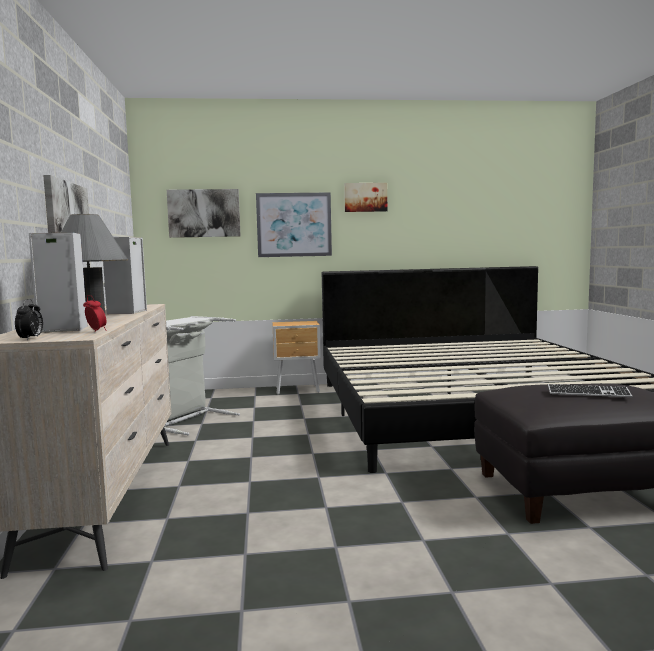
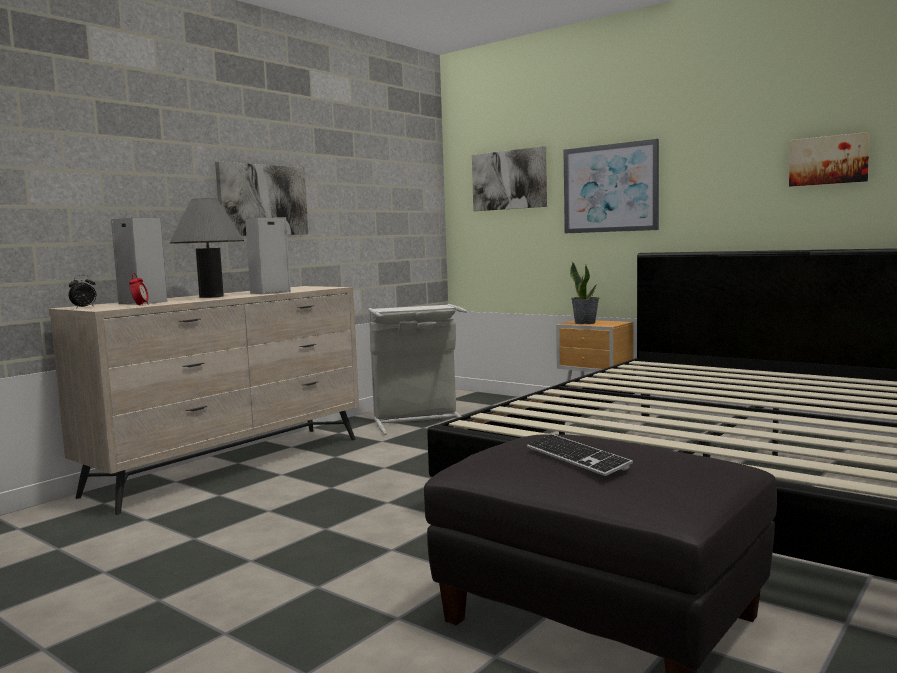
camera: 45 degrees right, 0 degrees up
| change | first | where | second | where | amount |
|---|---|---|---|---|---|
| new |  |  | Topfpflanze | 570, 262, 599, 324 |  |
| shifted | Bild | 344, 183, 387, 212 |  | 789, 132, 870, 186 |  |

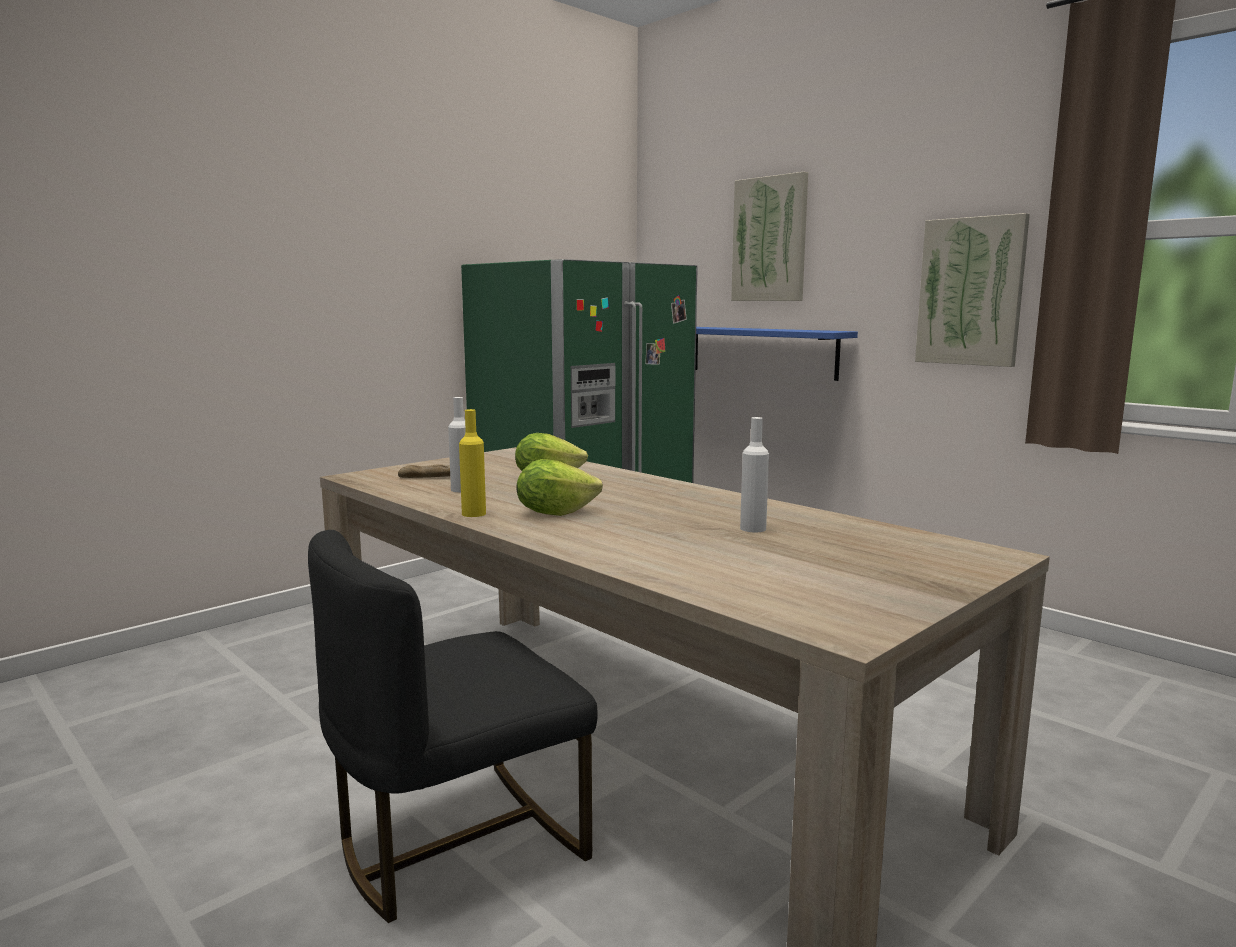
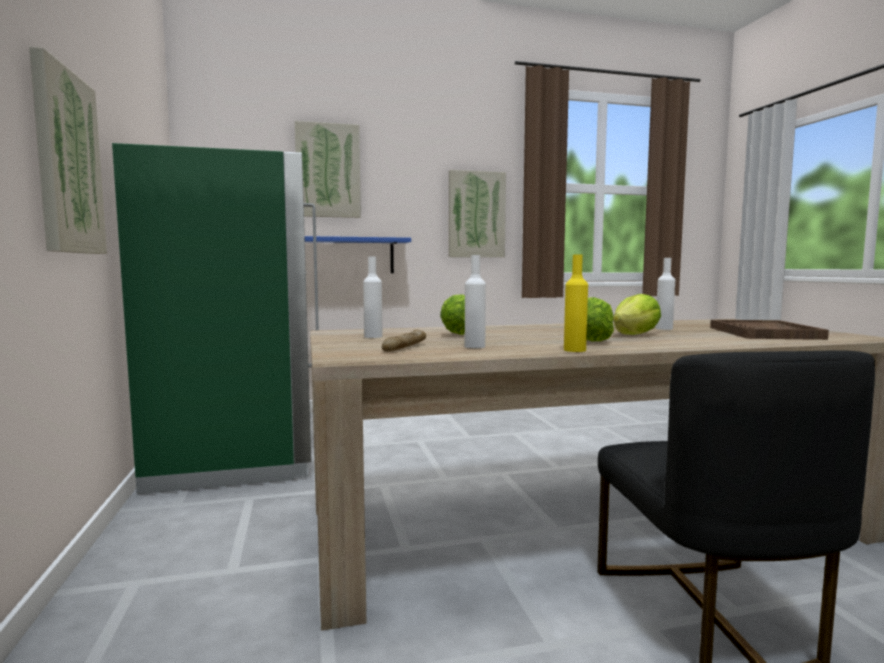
camera: 60 degrees left, 5 degrees down
| change | first | where | second | where | amount |
|---|---|---|---|---|---|
| new |  |  | Bild | 29, 47, 107, 254 |  |
| new |  |  | Flasche [weiß] | 363, 257, 383, 338 |  |
| new |  |  | Salatkopf | 613, 294, 661, 335 |  |
| new |  |  | Tablett [braun] | 710, 320, 829, 340 |  |

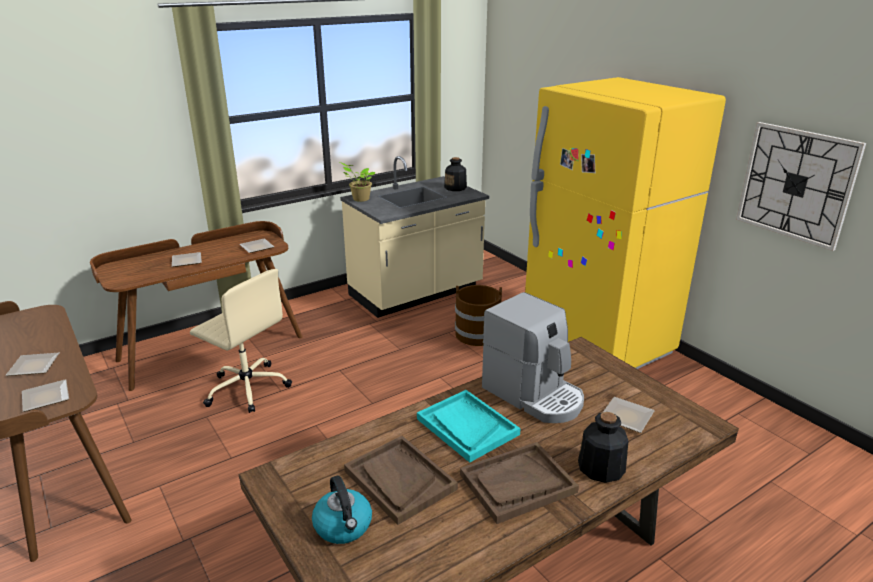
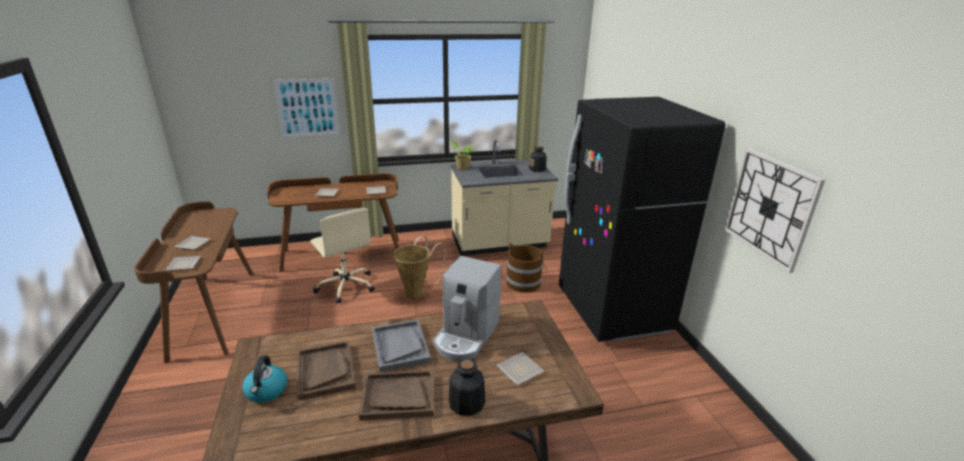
camera: 20 degrees right, 0 degrees up
| change | first | where | second | where | amount |
|---|---|---|---|---|---|
| new |  |  | Bild | 273, 79, 339, 137 |  |
| repainted | Tablett [türkis] | 417, 390, 521, 463 | Tablett [grau] | 372, 320, 431, 372 |  |
| new |  |  | Korb | 393, 236, 446, 300 |  |
| rotated | Kaffeemaschine | 482, 292, 584, 423 |  | 433, 256, 501, 361 | 45 degrees clockwise |
| repainted | Kühlschrank [gelb] | 525, 77, 726, 369 | Kühlschrank [schwarz] | 559, 97, 725, 342 |  |

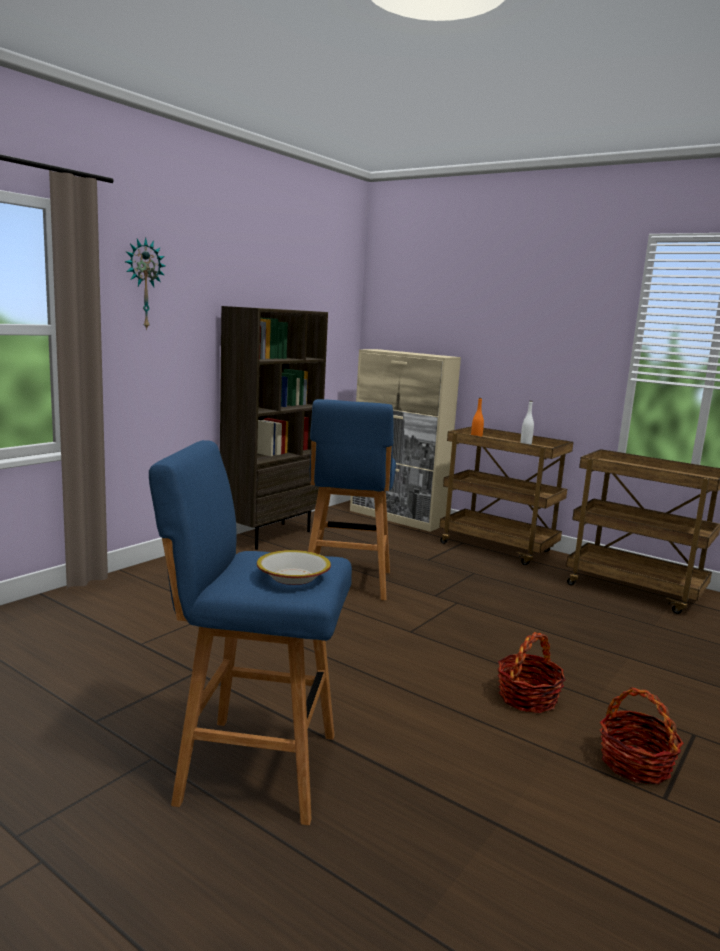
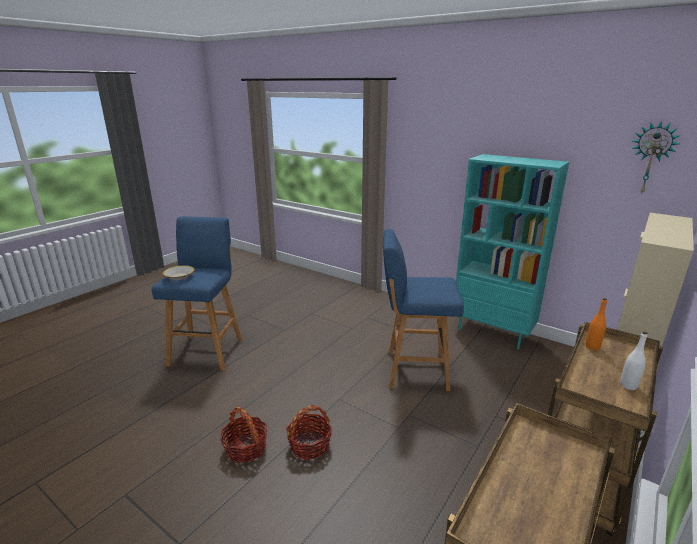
camera: 90 degrees right, 10 degrees up
| change | first | where | second | where | amount |
|---|---|---|---|---|---|
| shifted | Korb | 600, 687, 684, 784 |  | 286, 405, 332, 460 |  |
| repainted | Bücherregal [braun] | 220, 306, 328, 550 | Bücherregal [türkis] | 456, 154, 569, 350 |  |
| shifted | Wanduhr | 124, 237, 165, 330 |  | 632, 121, 681, 195 |  |

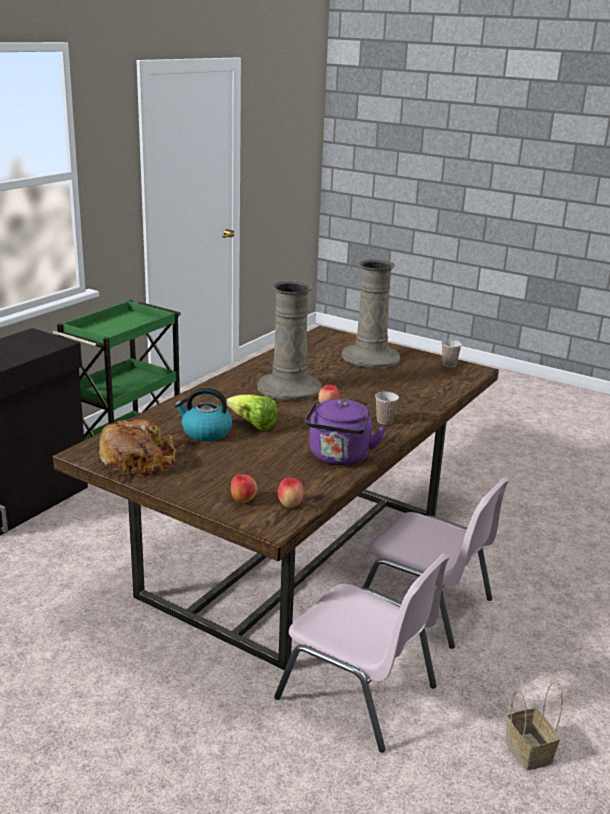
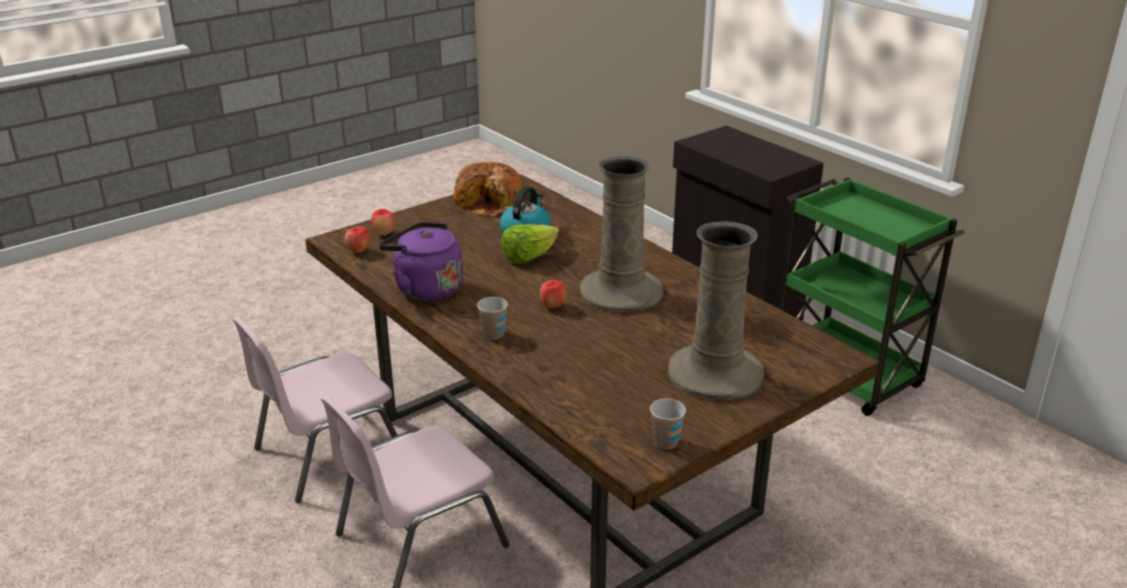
camera: 110 degrees right, 5 degrees up
| change | first | where | second | where | amount |
|---|---|---|---|---|---|
| gone | Korb | 505, 681, 563, 770 |  |  |  |

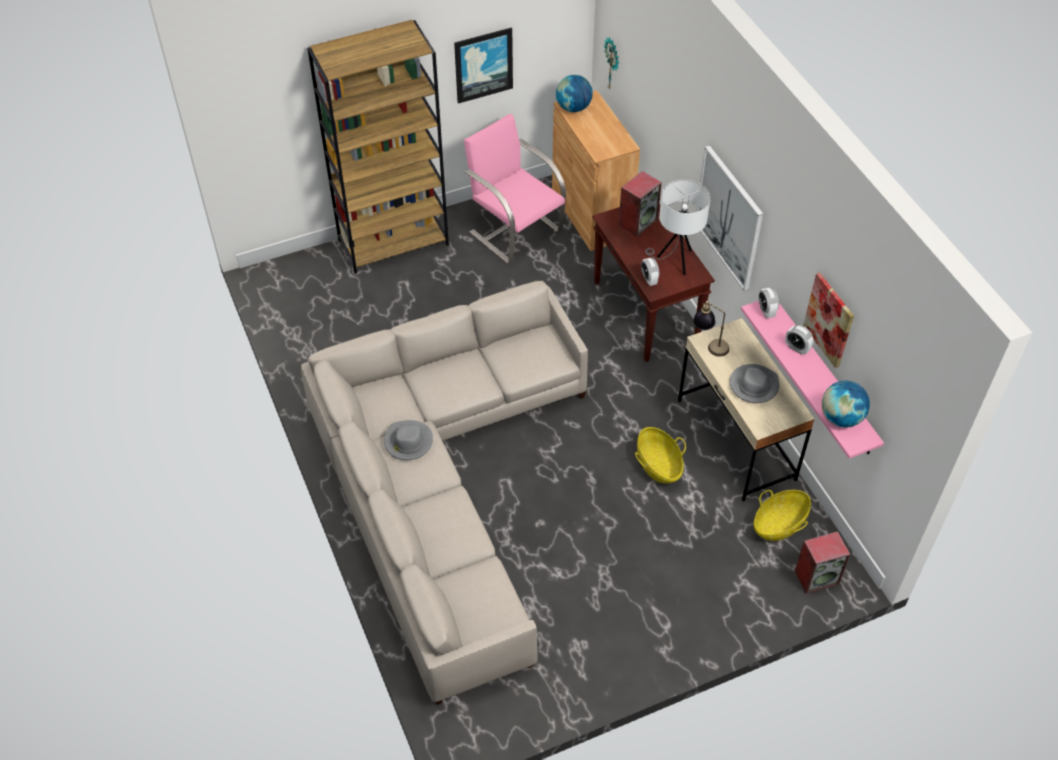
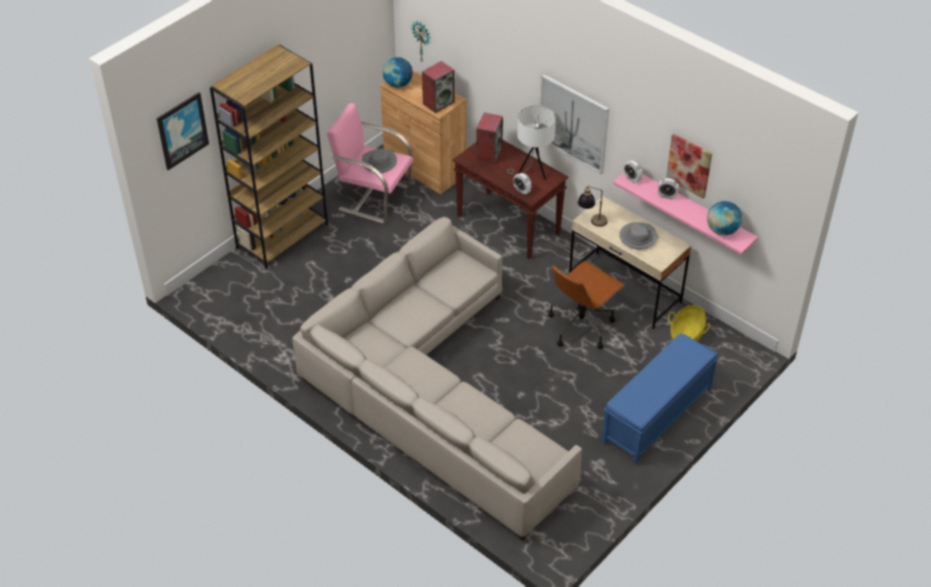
camera: 25 degrees left, 5 degrees down
| change | first | where | second | where | amount |
|---|---|---|---|---|---|
| shifted | Bild | 454, 28, 513, 104 |  | 157, 92, 209, 170 |  |
| shifted | Hut [grau] | 384, 420, 433, 460 |  | 362, 149, 397, 173 |  |
| shifted | Lautsprecher | 795, 531, 850, 594 |  | 422, 61, 455, 113 |  |
| swapped | Korb | 635, 427, 686, 484 | Bürostuhl [braun] | 548, 261, 625, 349 |  |
| new |  |  | Bank [blau] | 601, 334, 719, 465 |  |

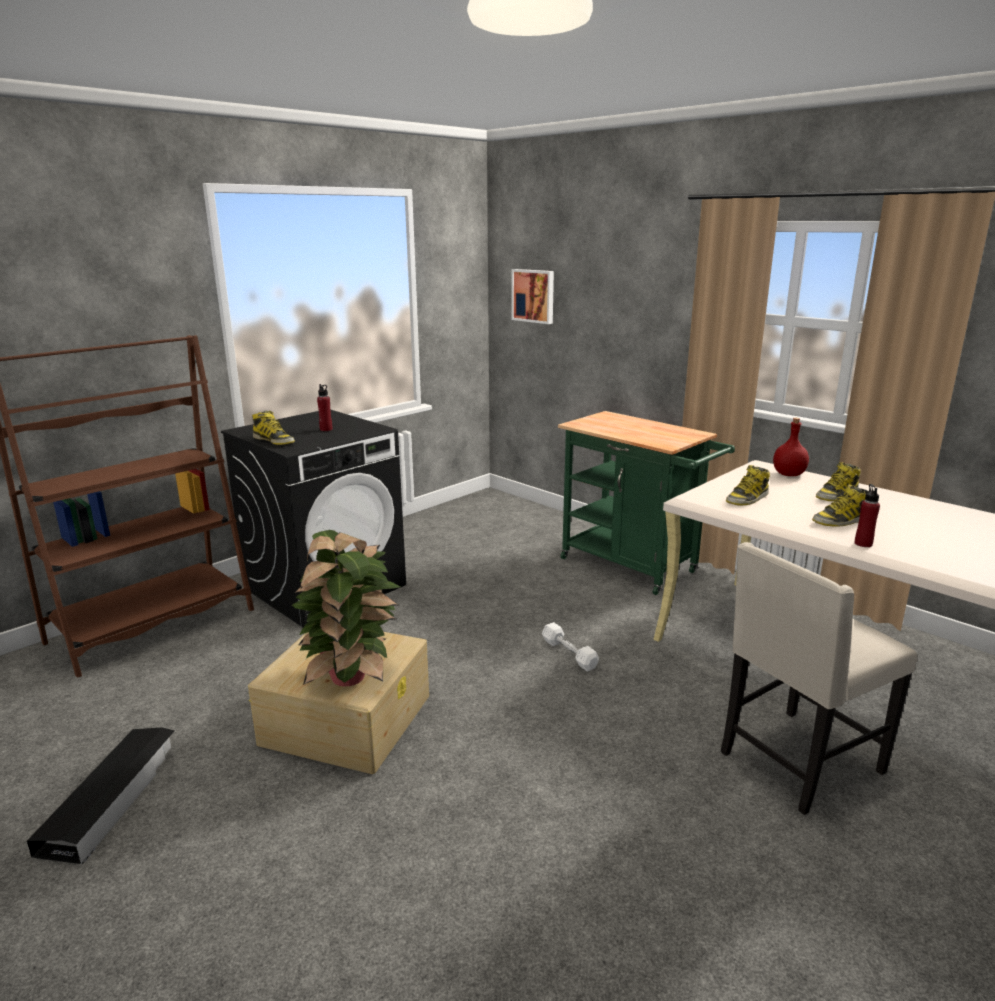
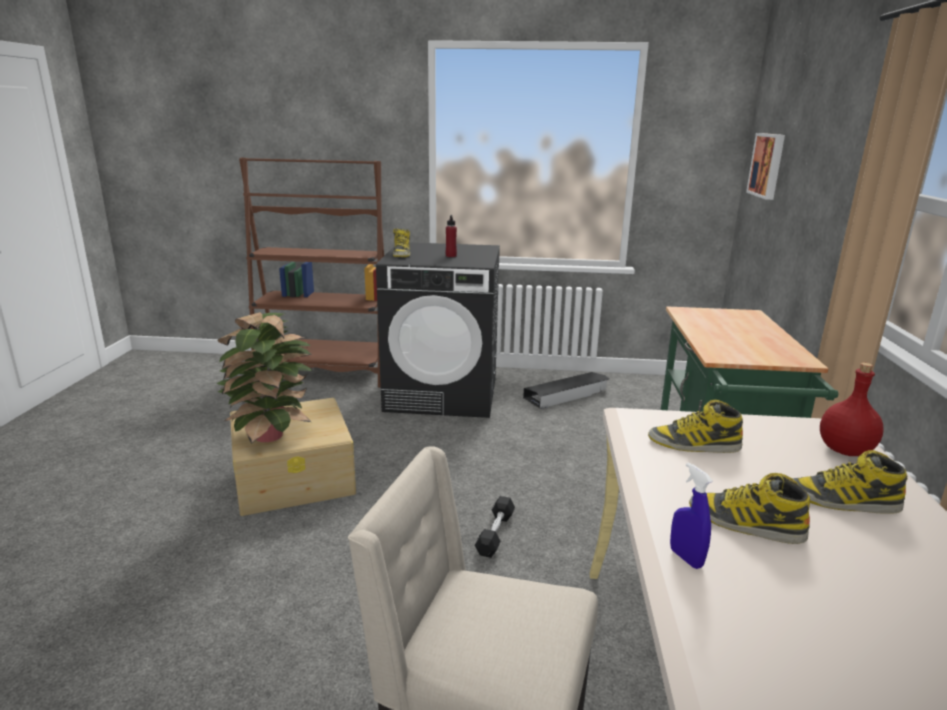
camera: 50 degrees right, 0 degrees up
| change | first | where | second | where | amount |
|---|---|---|---|---|---|
| repainted | Hantel [weiß] | 542, 622, 599, 671 | Hantel [schwarz] | 475, 496, 515, 558 |  |
| shifted | Aufbewahrungsbox [schwarz] | 27, 728, 174, 865 |  | 523, 372, 609, 409 |  |
| swapped | Flasche [rot] | 855, 484, 880, 547 | Sprühflasche [blau] | 670, 462, 713, 569 |  |

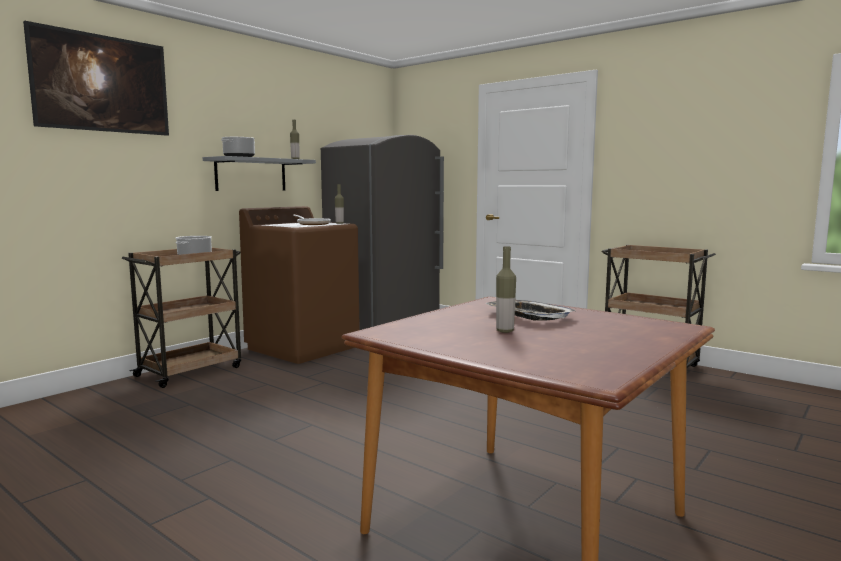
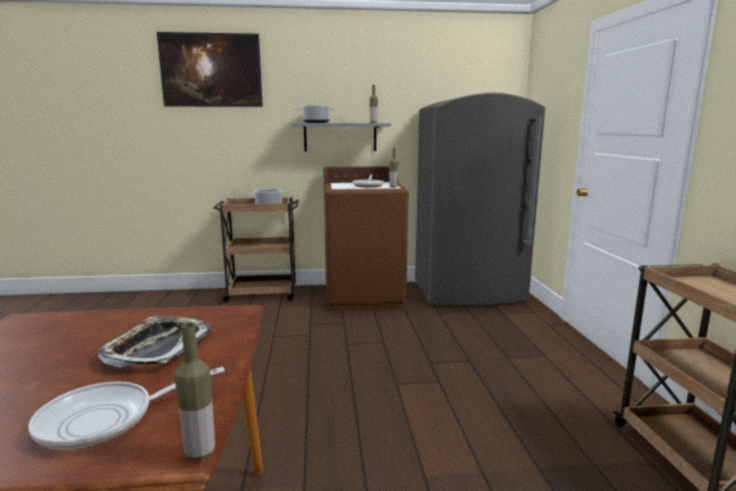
camera: 45 degrees right, 5 degrees up
| change | first | where | second | where | amount |
|---|---|---|---|---|---|
| new |  |  | Pfanne | 28, 367, 225, 450 |  |
| shifted | Flasche | 496, 246, 516, 333 |  | 175, 323, 215, 461 |  |

